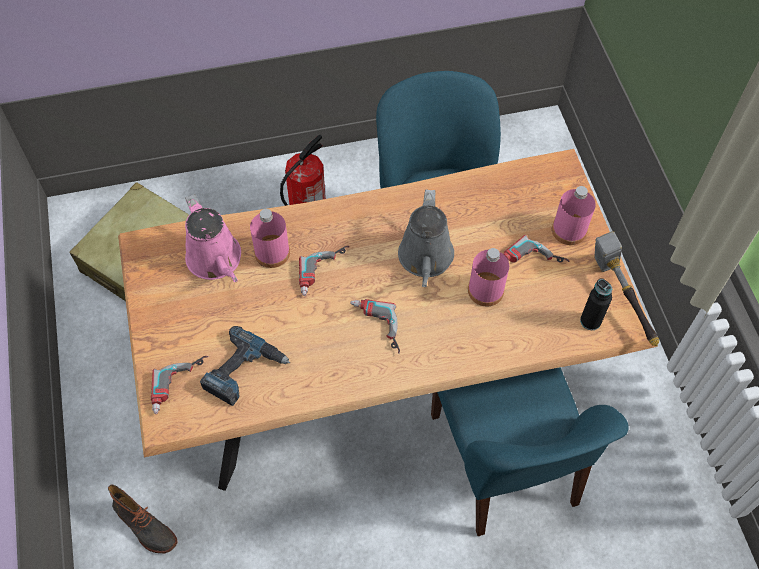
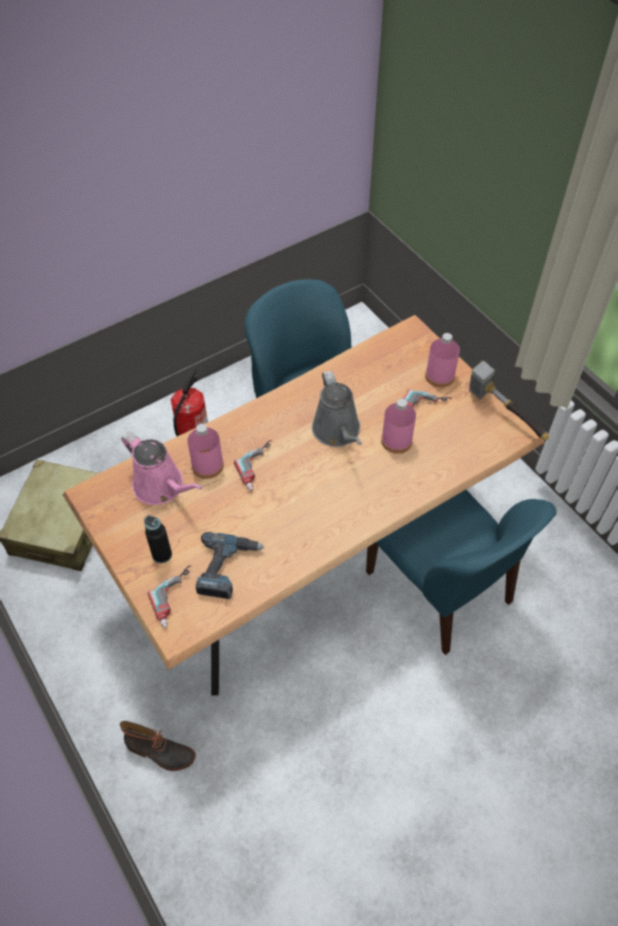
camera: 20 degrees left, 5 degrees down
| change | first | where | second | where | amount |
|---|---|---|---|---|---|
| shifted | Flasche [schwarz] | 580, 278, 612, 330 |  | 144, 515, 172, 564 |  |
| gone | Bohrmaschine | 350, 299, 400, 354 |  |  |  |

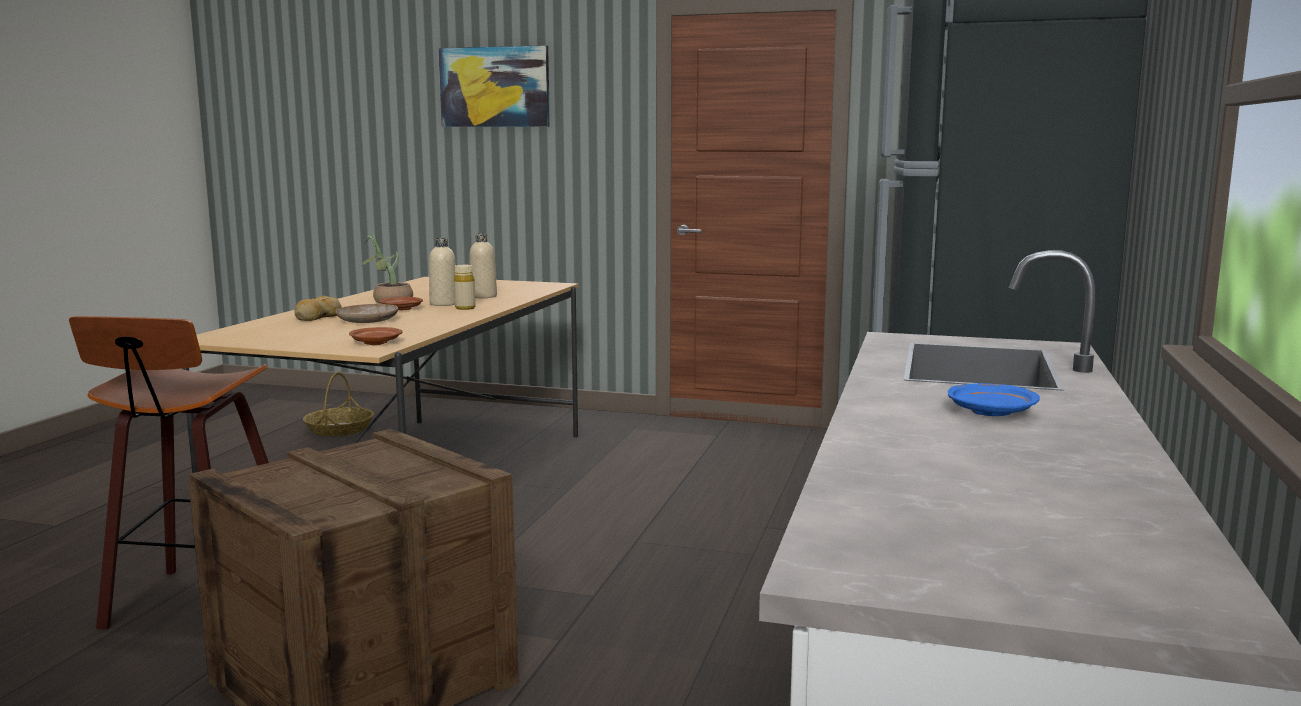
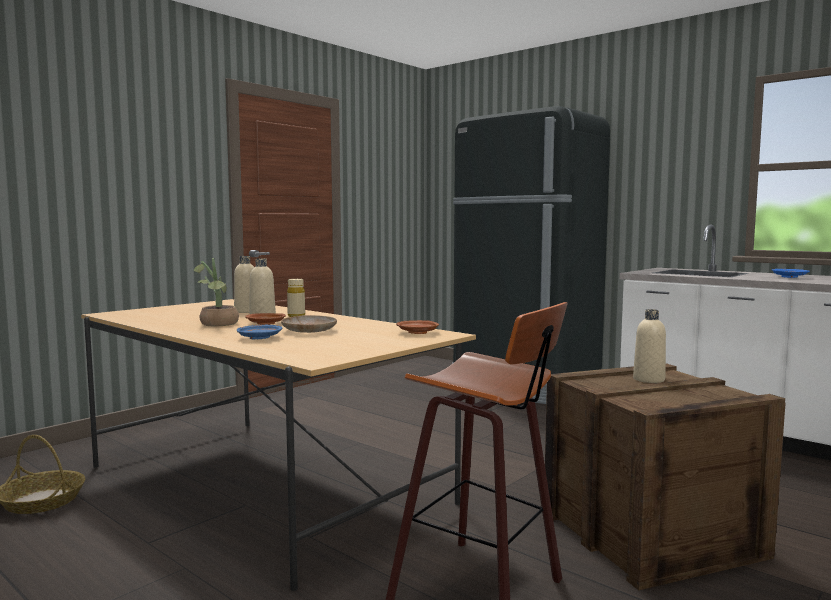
camera: 65 degrees left, 5 degrees down
| change | first | where | second | where | amount |
|---|---|---|---|---|---|
| swapped | Brot | 294, 295, 342, 321 | Teller [blau] | 237, 325, 282, 339 |  |
| new |  |  | Flasche [beige] | 633, 309, 666, 383 |  |
| gone | Bild | 438, 45, 550, 127 |  |  |  |

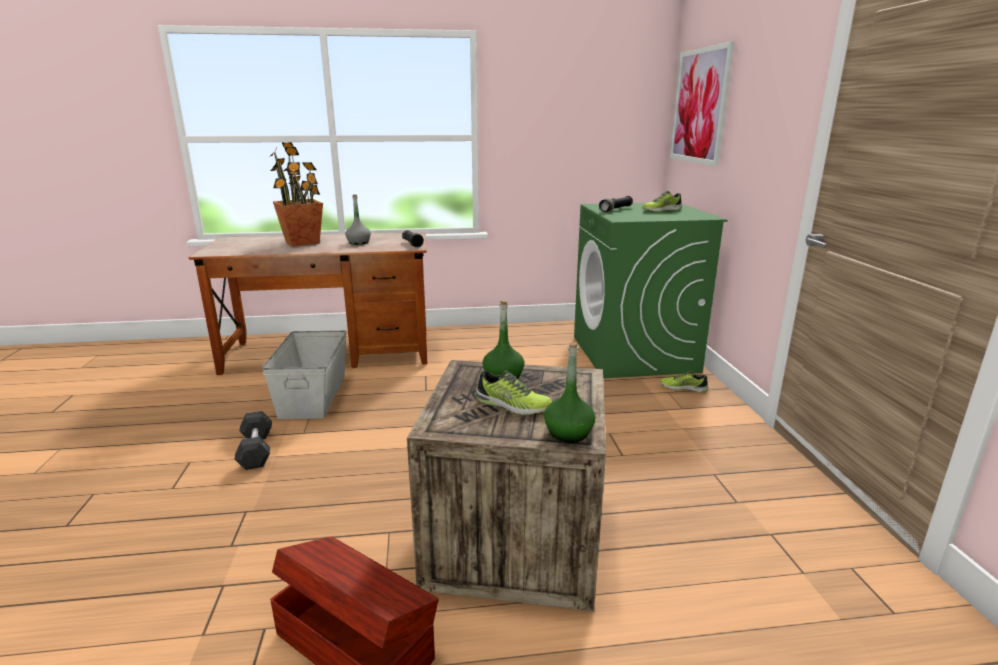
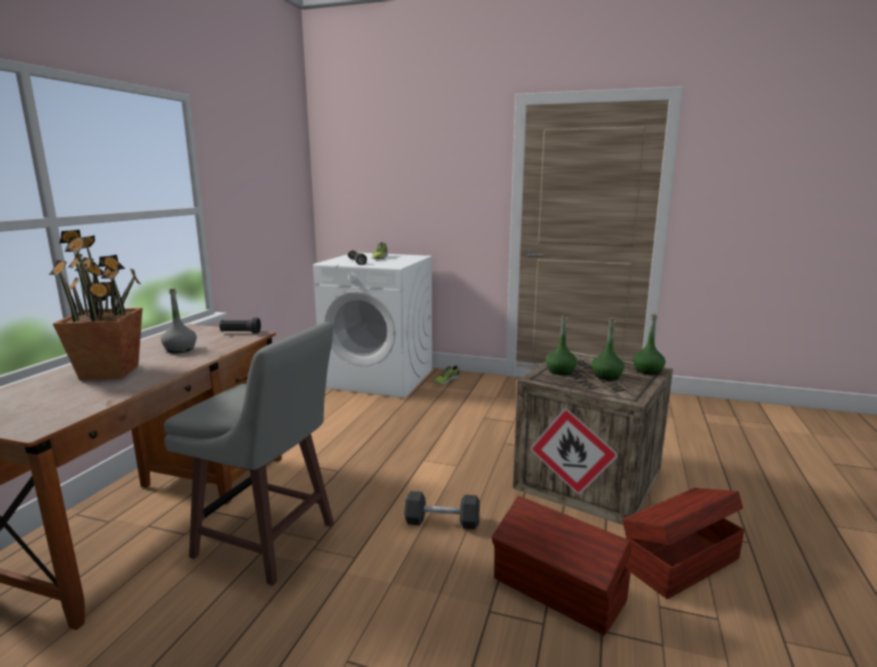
camera: 65 degrees left, 5 degrees down
| change | first | where | second | where | amount |
|---|---|---|---|---|---|
| swapped | Aufbewahrungsbox [grau] | 262, 331, 347, 419 | Hocker [grau] | 164, 322, 334, 586 |  |
| repainted | Waschmaschine [grün] | 574, 203, 728, 379 | Waschmaschine [weiß] | 313, 252, 433, 398 |  |
| shifted | Hantel [grau] | 235, 411, 272, 470 |  | 404, 491, 480, 529 |  |
| new |  |  | Aufbewahrungsbox [braun] | 491, 496, 631, 636 |  |
| swapped | Schuh | 475, 371, 552, 415 | Flasche [grün] | 592, 318, 625, 380 |  |
| gone | Bild | 670, 42, 734, 166 |  |  |  |

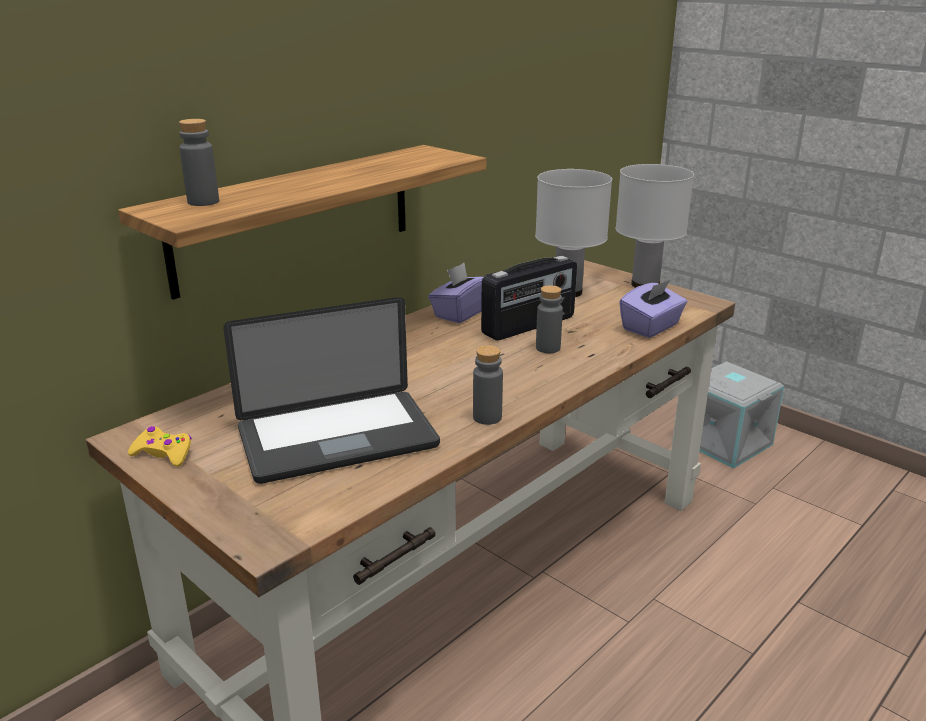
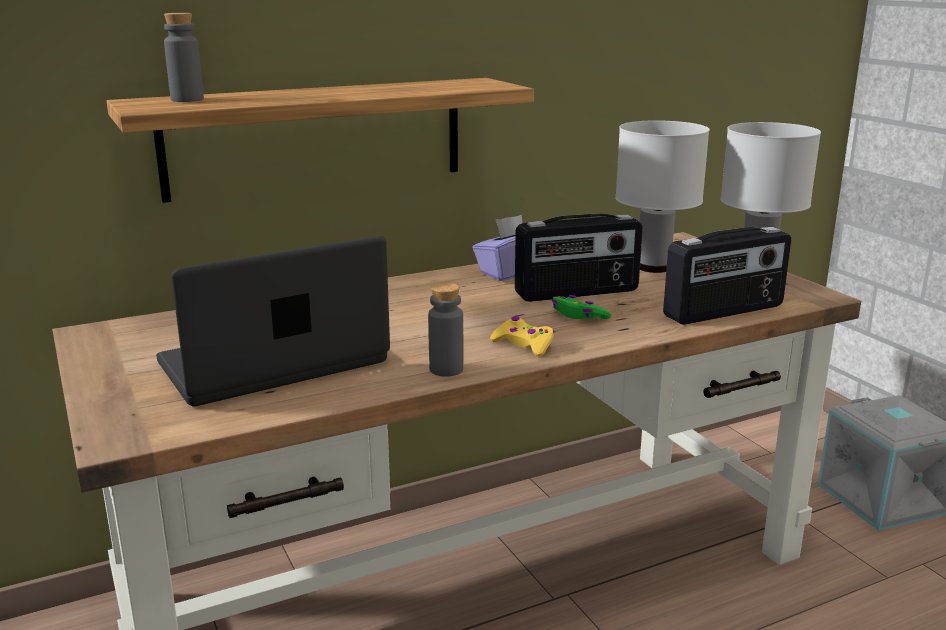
camera: 20 degrees right, 5 degrees down
| change | first | where | second | where | amount |
|---|---|---|---|---|---|
| rotated | Laptop | 223, 297, 440, 484 |  | 156, 236, 390, 406 | 150 degrees clockwise |
| shifted | Gamepad [gelb] | 128, 426, 192, 467 |  | 490, 316, 555, 356 |  |
| swapped | Flasche [grau] | 536, 285, 563, 353 | Gamepad [grün] | 551, 295, 611, 319 |  |
| swapped | Taschentuchbox [lila] | 619, 279, 687, 338 | Radio | 663, 227, 791, 325 |  |

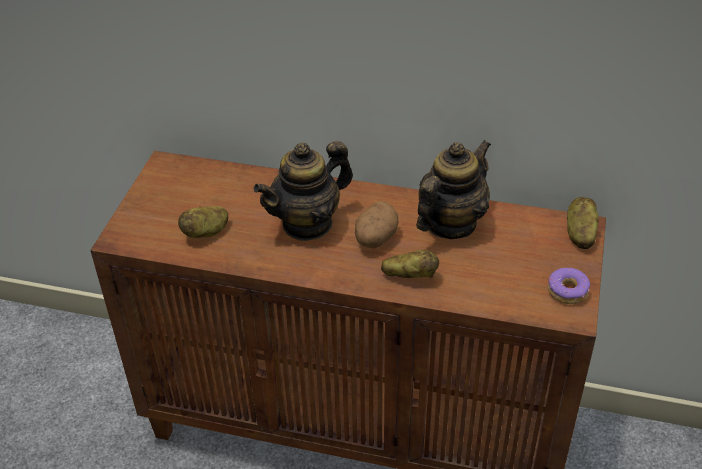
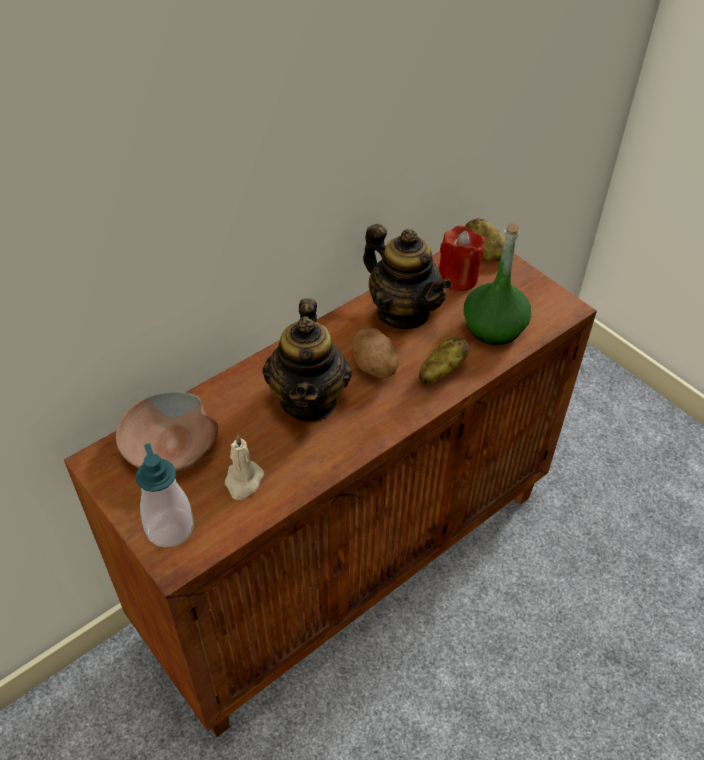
camera: 55 degrees left, 5 degrees up
| change | first | where | second | where | amount |
|---|---|---|---|---|---|
| new |  |  | Schüssel [braun] | 116, 391, 218, 471 |  |
| new |  |  | Seifenspender | 136, 443, 194, 548 |  |
| swapped | Kartoffel | 178, 206, 228, 238 | Kerze [beige] | 225, 434, 264, 500 |  |
| rotated | Teekanne | 416, 140, 491, 239 |  | 363, 224, 452, 329 | 150 degrees clockwise |
| new |  |  | Kerze [rot] | 439, 225, 485, 291 |  |
| new |  |  | Flasche [grün] | 464, 223, 532, 345 |  |
| gone | Donut | 548, 268, 590, 304 |  |  |  |

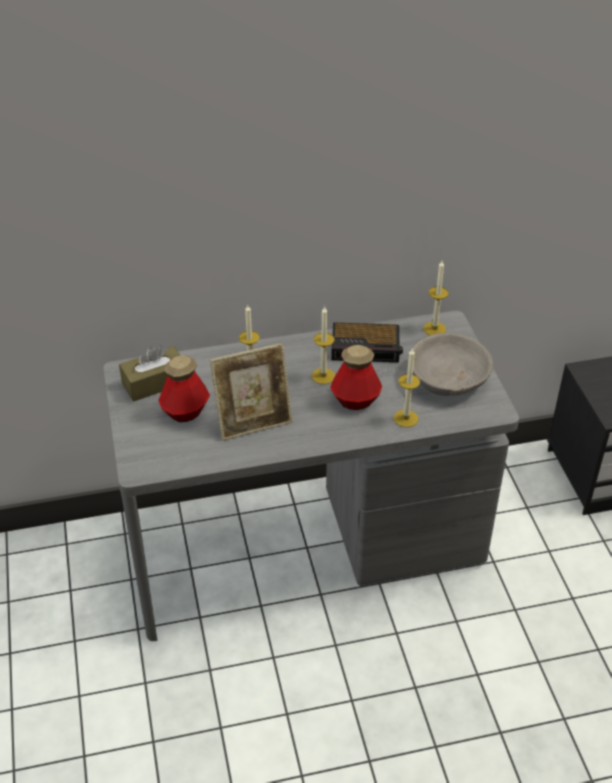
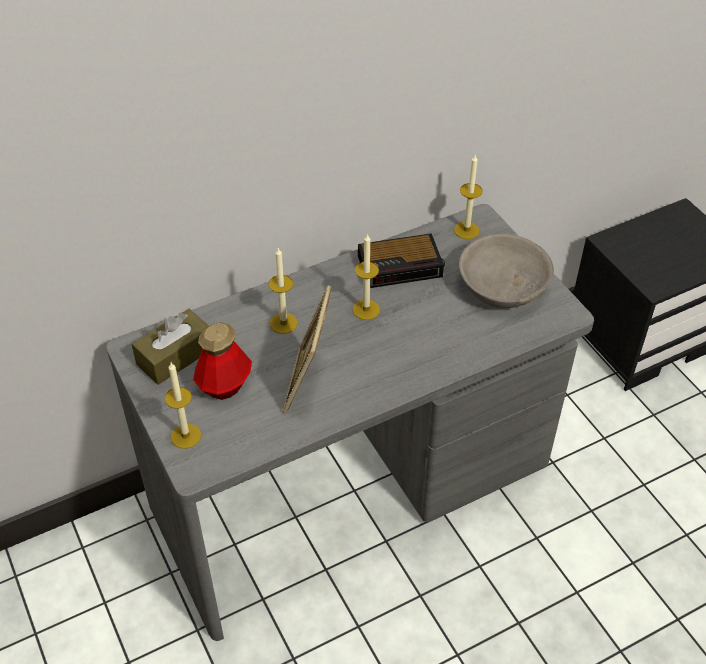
camera: 15 degrees left, 5 degrees up
| change | first | where | second | where | amount |
|---|---|---|---|---|---|
| shifted | Kerze | 394, 349, 420, 427 |  | 164, 363, 201, 449 |  |
| rotated | Bilderrahmen | 210, 343, 292, 441 |  | 282, 285, 331, 413 | 135 degrees clockwise |
| gone | Flasche | 330, 345, 382, 410 |  |  |  |

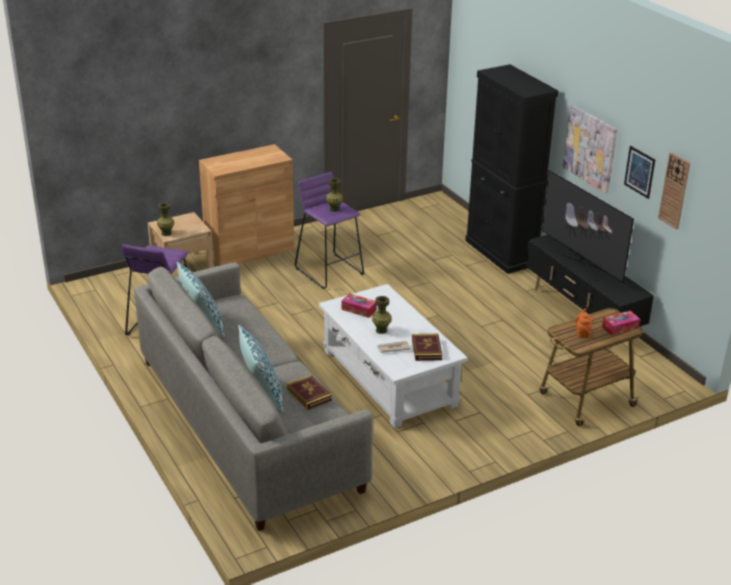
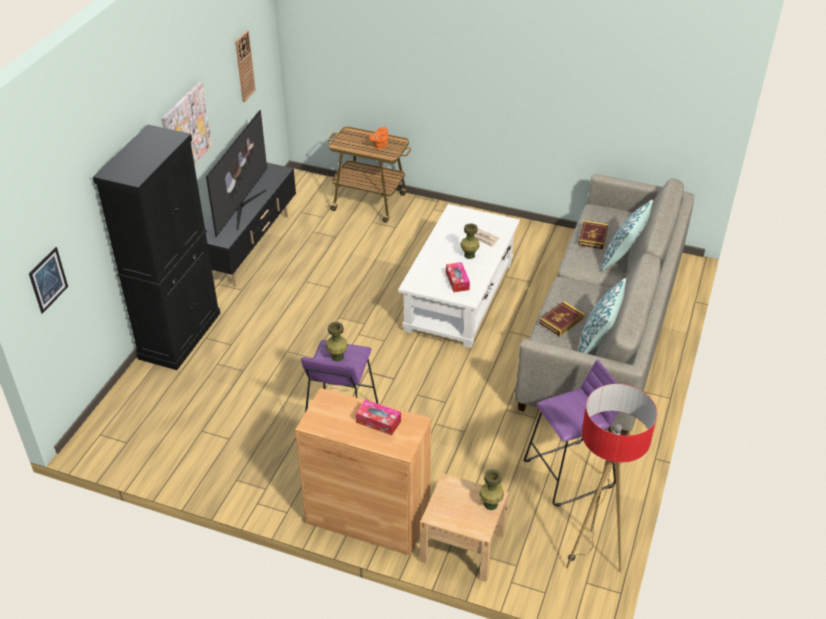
camera: 130 degrees left, 10 degrees up
| change | first | where | second | where | amount |
|---|---|---|---|---|---|
| shifted | Bild | 624, 146, 655, 199 |  | 29, 247, 68, 314 |  |
| shifted | Taschentuchbox | 602, 311, 641, 336 |  | 356, 400, 401, 435 |  |
| shifted | Buch | 412, 334, 442, 361 |  | 539, 301, 585, 337 |  |
| new |  |  | Stehlampe | 566, 384, 657, 572 |  |

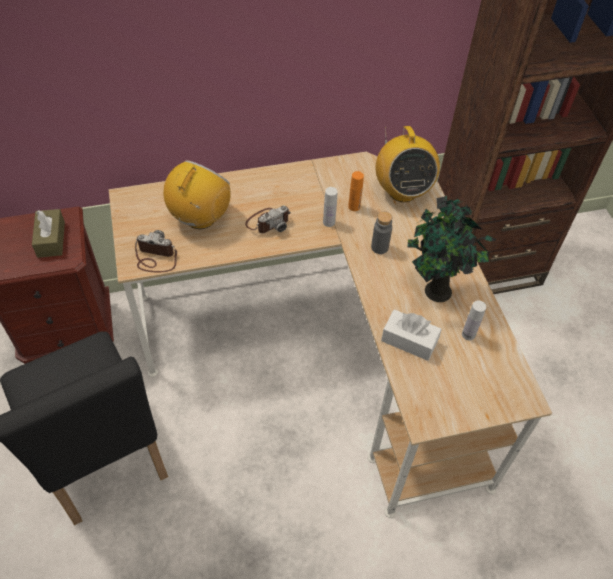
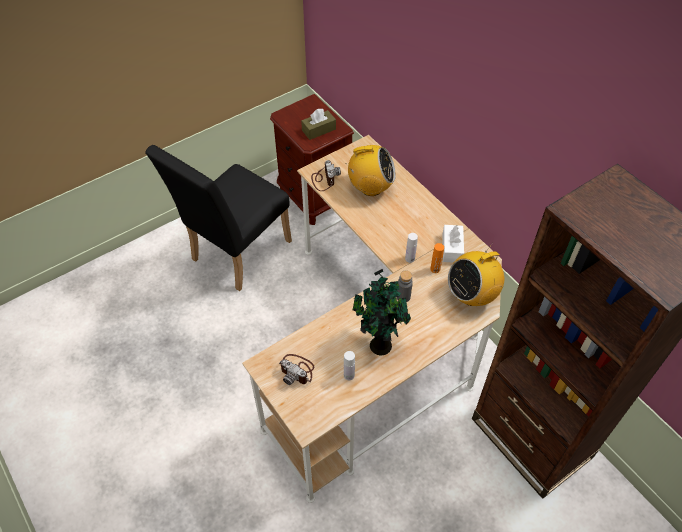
camera: 70 degrees right, 0 degrees up
| change | first | where | second | where | amount |
|---|---|---|---|---|---|
| shifted | Kamera | 245, 205, 291, 233 |  | 279, 354, 314, 385 |  |
| shifted | Taschentuchbox [weiß] | 381, 309, 442, 361 |  | 442, 225, 464, 263 |  |

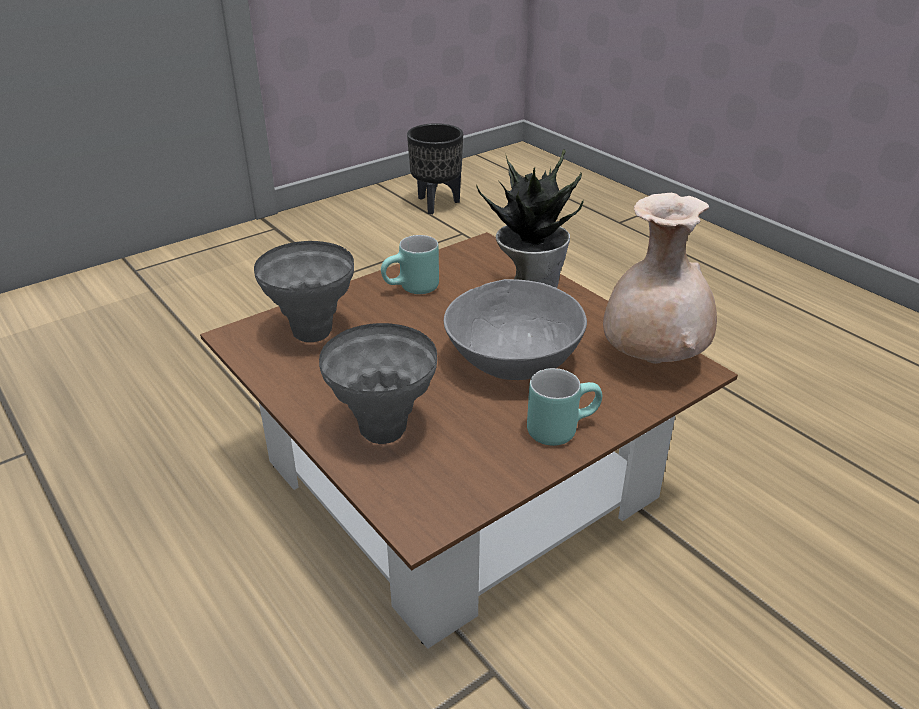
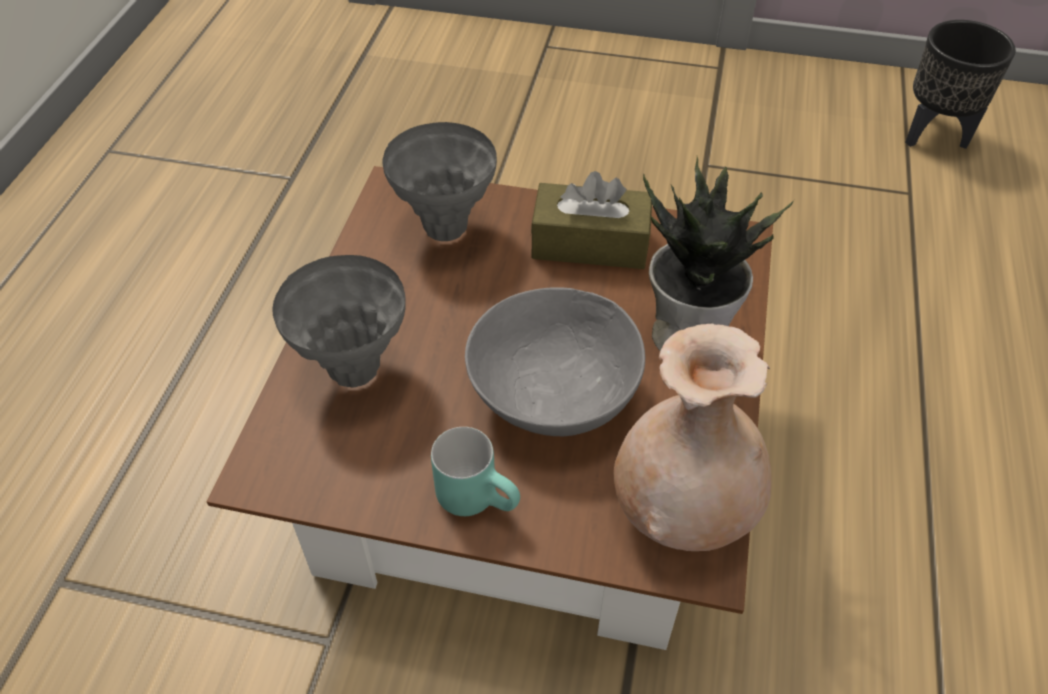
camera: 50 degrees right, 15 degrees up
| change | first | where | second | where | amount |
|---|---|---|---|---|---|
| swapped | Henkelbecher [türkis] | 381, 235, 439, 294 | Taschentuchbox [braun] | 531, 171, 652, 269 |  |

